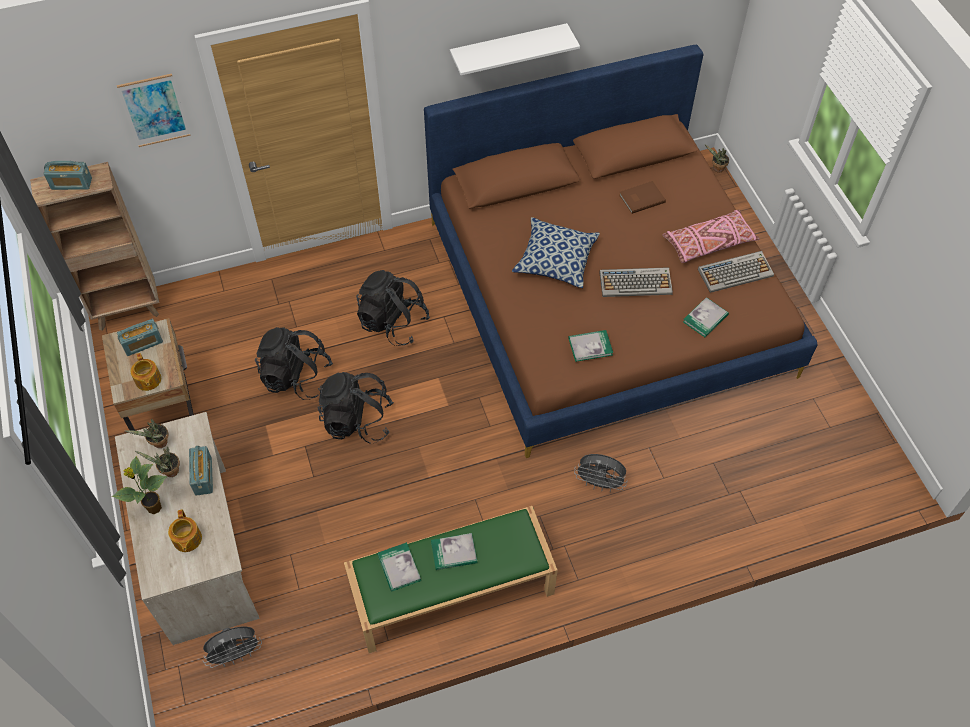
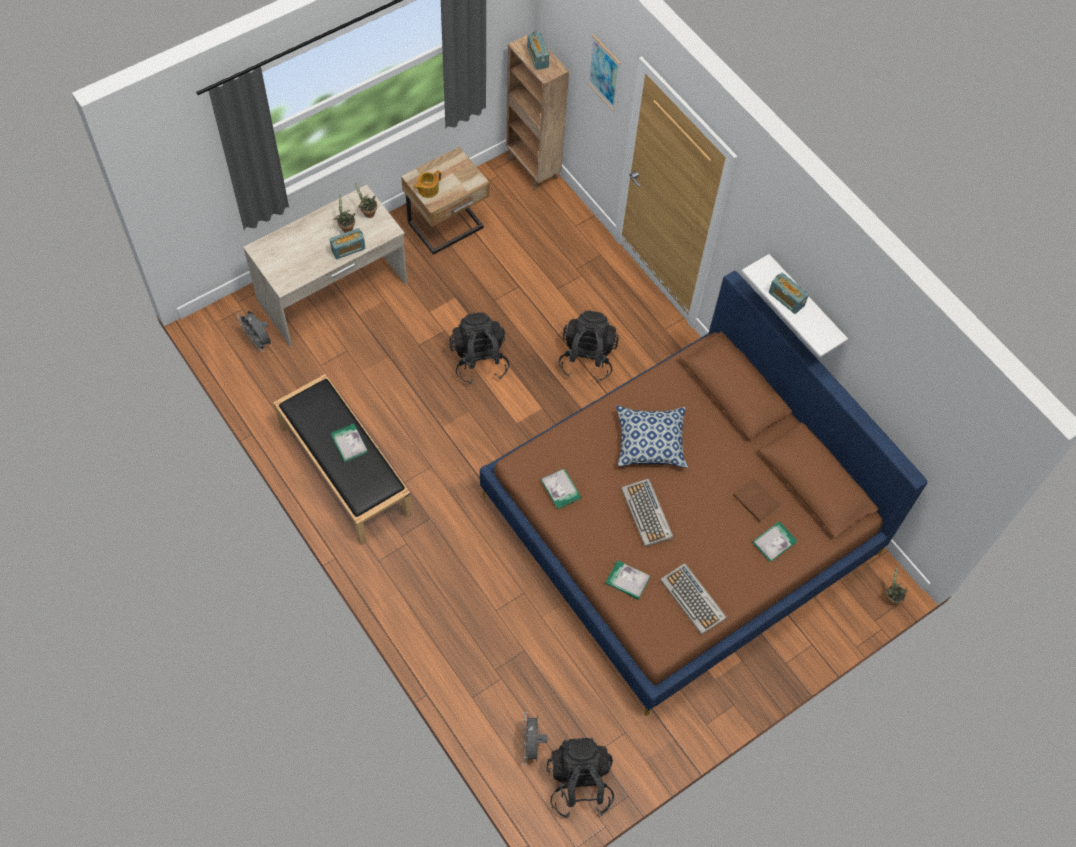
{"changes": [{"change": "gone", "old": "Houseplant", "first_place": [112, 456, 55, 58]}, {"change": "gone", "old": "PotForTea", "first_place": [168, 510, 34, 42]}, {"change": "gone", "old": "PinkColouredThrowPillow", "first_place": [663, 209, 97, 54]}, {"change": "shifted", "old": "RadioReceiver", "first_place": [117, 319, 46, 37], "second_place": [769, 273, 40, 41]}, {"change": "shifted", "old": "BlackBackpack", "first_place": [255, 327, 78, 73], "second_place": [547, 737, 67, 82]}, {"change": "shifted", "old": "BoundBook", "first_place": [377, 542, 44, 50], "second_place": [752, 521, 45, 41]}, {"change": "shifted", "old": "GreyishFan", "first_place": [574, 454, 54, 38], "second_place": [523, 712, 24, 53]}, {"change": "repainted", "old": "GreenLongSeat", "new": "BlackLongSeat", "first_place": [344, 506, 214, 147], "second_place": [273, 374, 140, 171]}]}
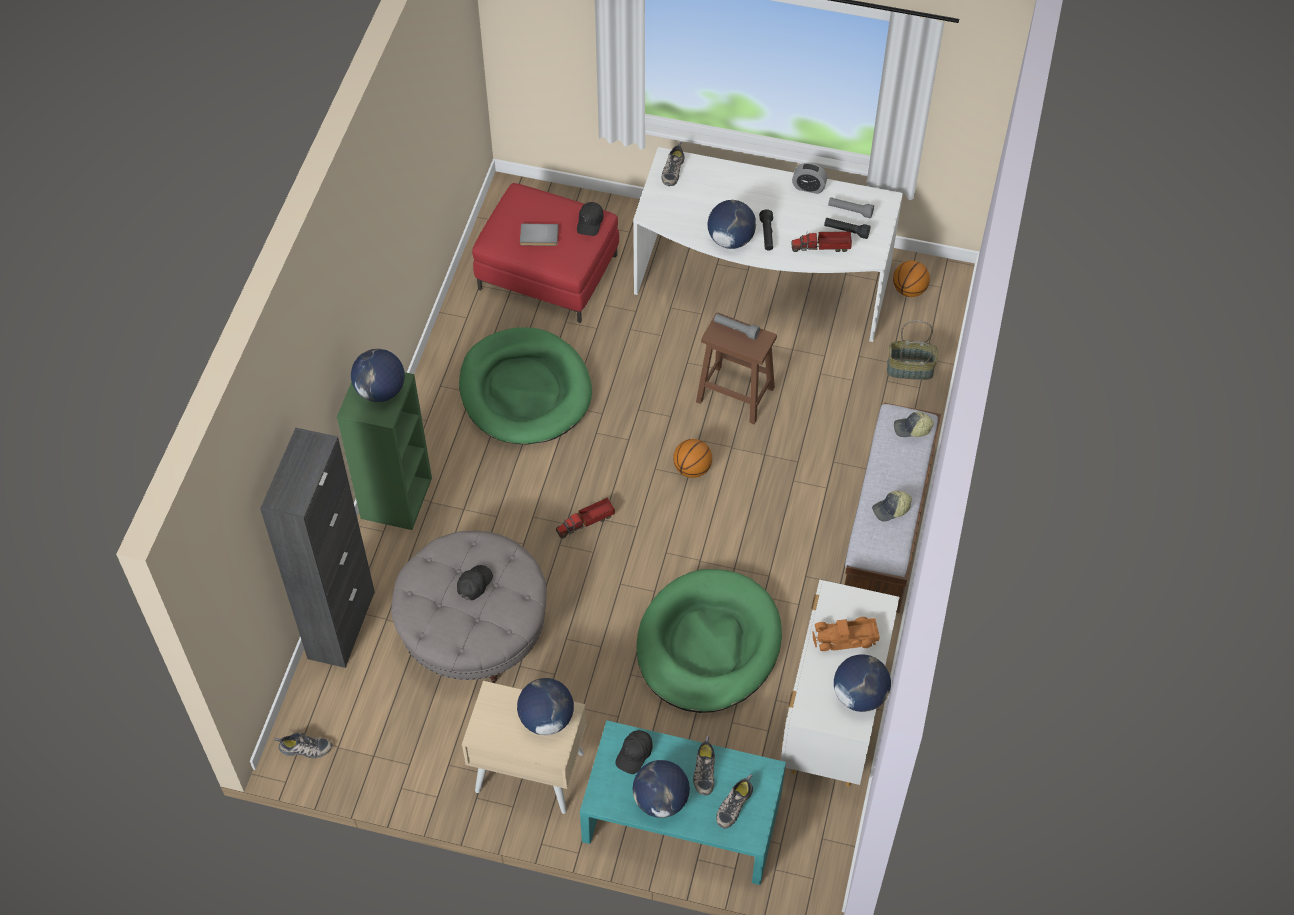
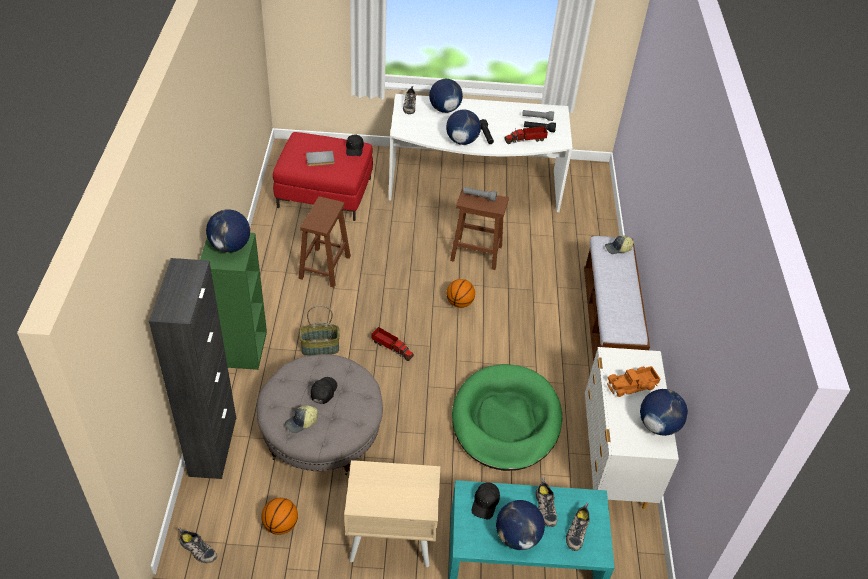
{"changes": [{"change": "gone", "old": "AlarmClock", "first_place": [792, 163, 35, 31]}, {"change": "shifted", "old": "Globe", "first_place": [517, 678, 57, 57], "second_place": [429, 79, 34, 34]}, {"change": "shifted", "old": "BaseballCap", "first_place": [872, 491, 40, 31], "second_place": [285, 405, 33, 28]}, {"change": "shifted", "old": "HouseholdBasket", "first_place": [887, 320, 51, 60], "second_place": [299, 306, 41, 50]}, {"change": "shifted", "old": "Basketball", "first_place": [893, 260, 37, 37], "second_place": [261, 498, 37, 37]}, {"change": "swapped", "old": "GreenDogCushion", "new": "BrownColouredSittingStool", "first_place": [459, 327, 133, 117], "second_place": [299, 196, 52, 92]}, {"change": "rotated", "old": "LowShoe", "first_place": [275, 733, 57, 25], "second_place": [178, 528, 39, 35], "degrees": 45}, {"change": "rotated", "old": "ModelTruck", "first_place": [556, 497, 59, 41], "second_place": [371, 327, 43, 34], "degrees": -105}]}
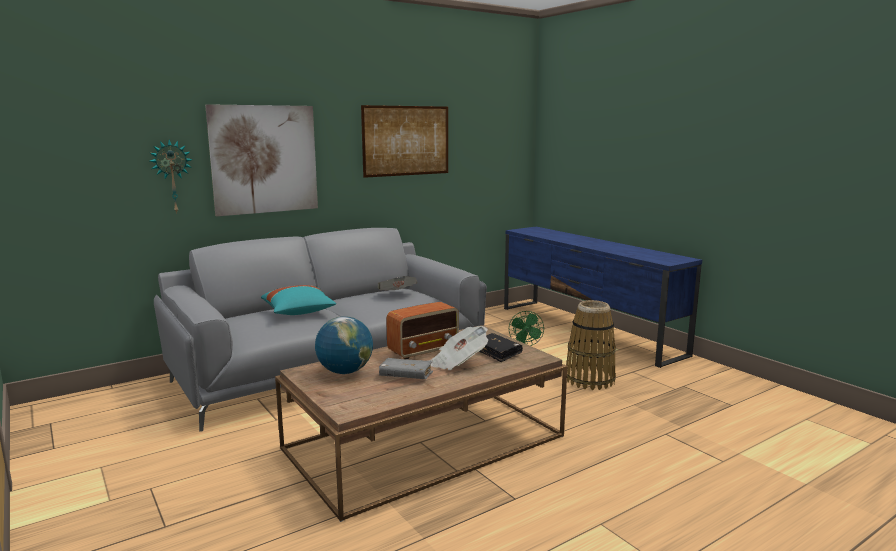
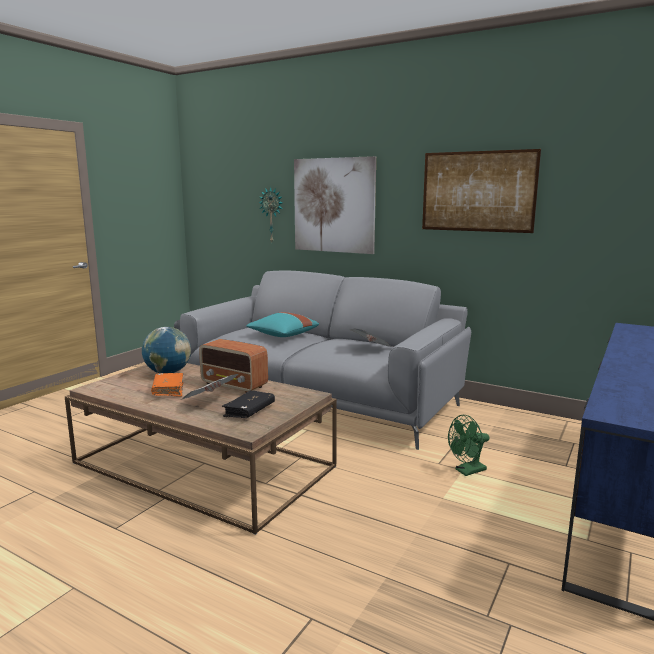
{"changes": [{"change": "gone", "old": "HouseholdBasket", "first_place": [566, 300, 50, 90]}, {"change": "repainted", "old": "GreyishBoundBook", "new": "OrangeyBoundBook", "first_place": [379, 358, 54, 21], "second_place": [151, 373, 32, 23]}]}
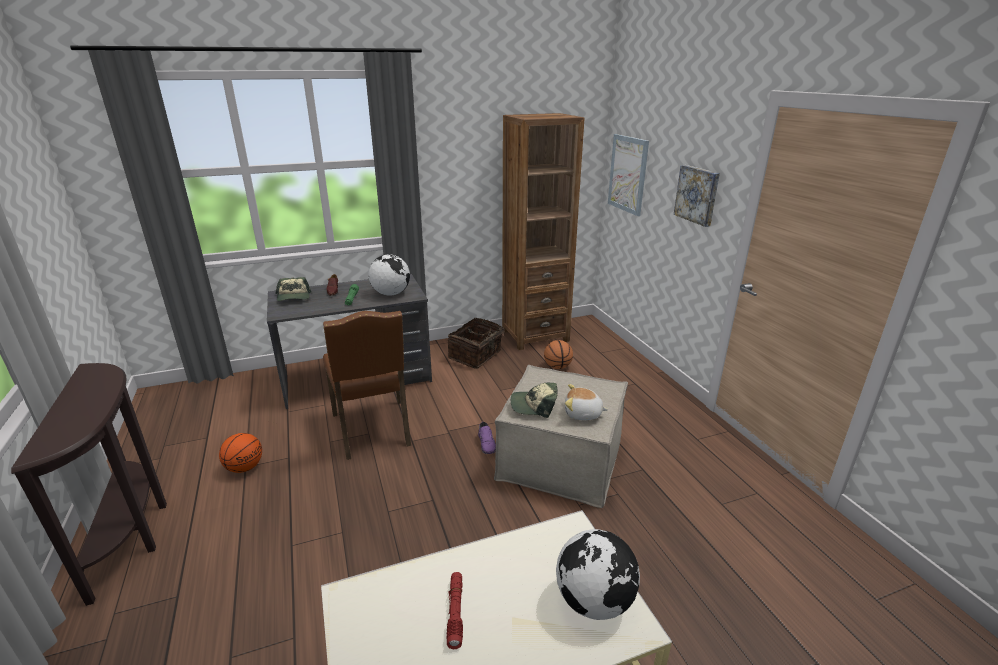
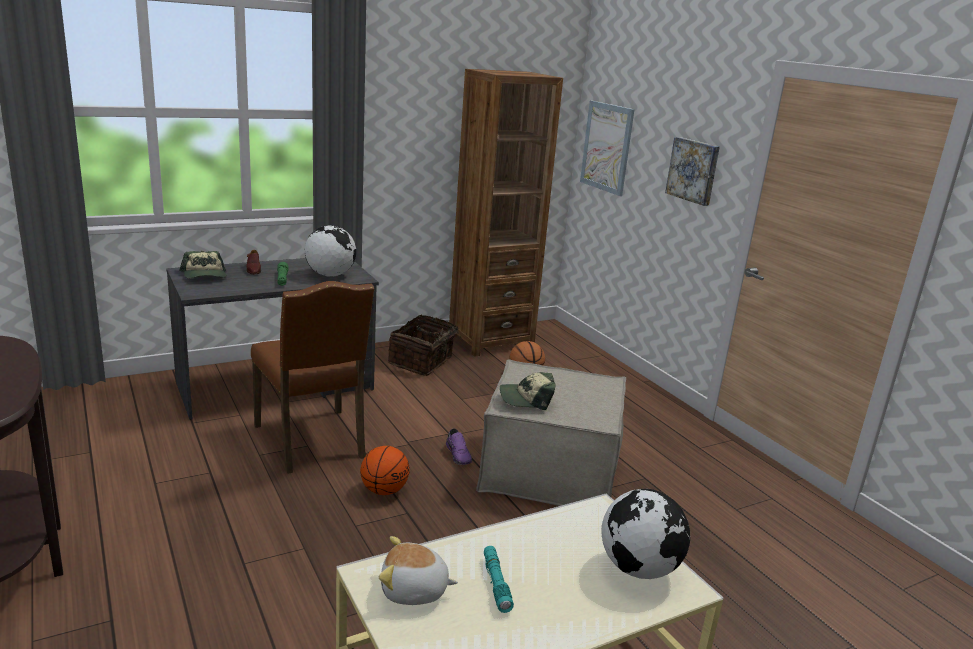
{"changes": [{"change": "shifted", "old": "Basketball", "first_place": [219, 433, 43, 40], "second_place": [360, 446, 50, 49]}, {"change": "shifted", "old": "SoftToy", "first_place": [565, 384, 44, 36], "second_place": [379, 536, 79, 69]}, {"change": "repainted", "old": "RedTorch", "new": "TurquoiseTorch", "first_place": [446, 572, 17, 77], "second_place": [484, 546, 30, 67]}]}
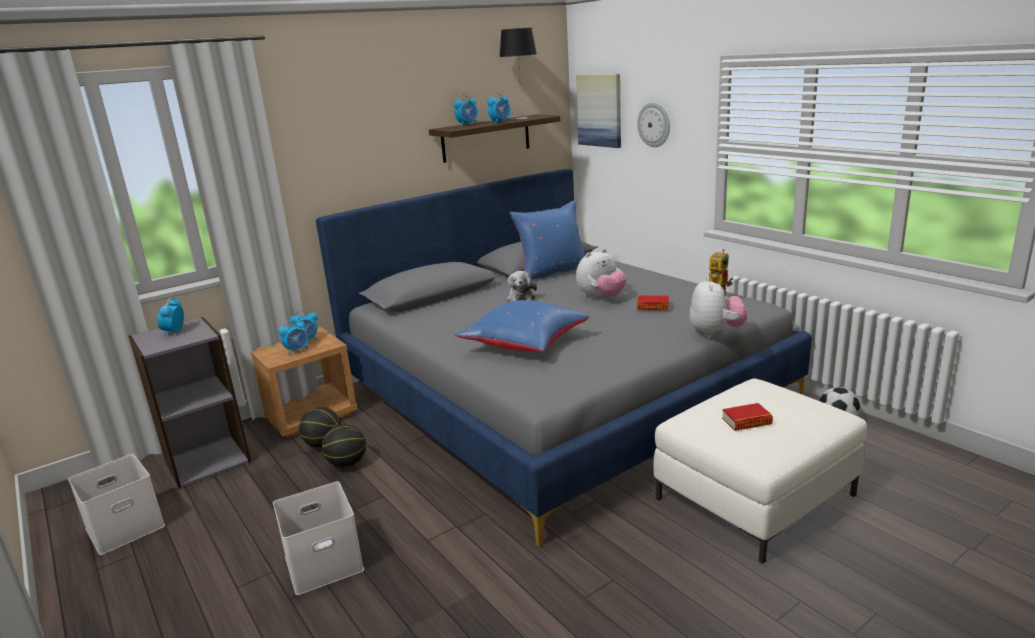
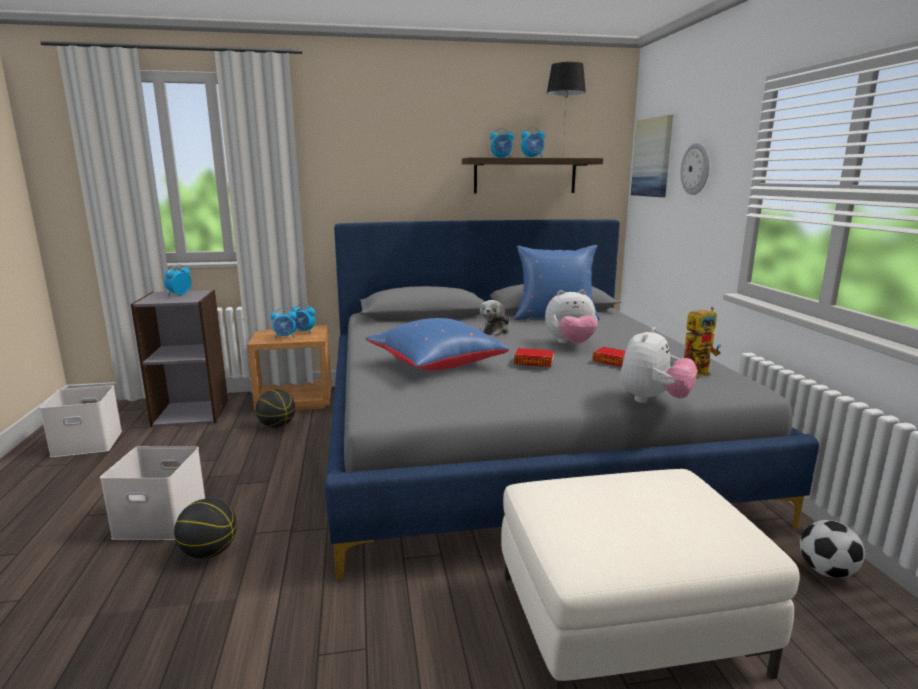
{"changes": [{"change": "shifted", "old": "Basketball", "first_place": [322, 424, 44, 44], "second_place": [174, 498, 63, 61]}, {"change": "shifted", "old": "BoundBook", "first_place": [722, 403, 51, 28], "second_place": [514, 348, 40, 19]}]}
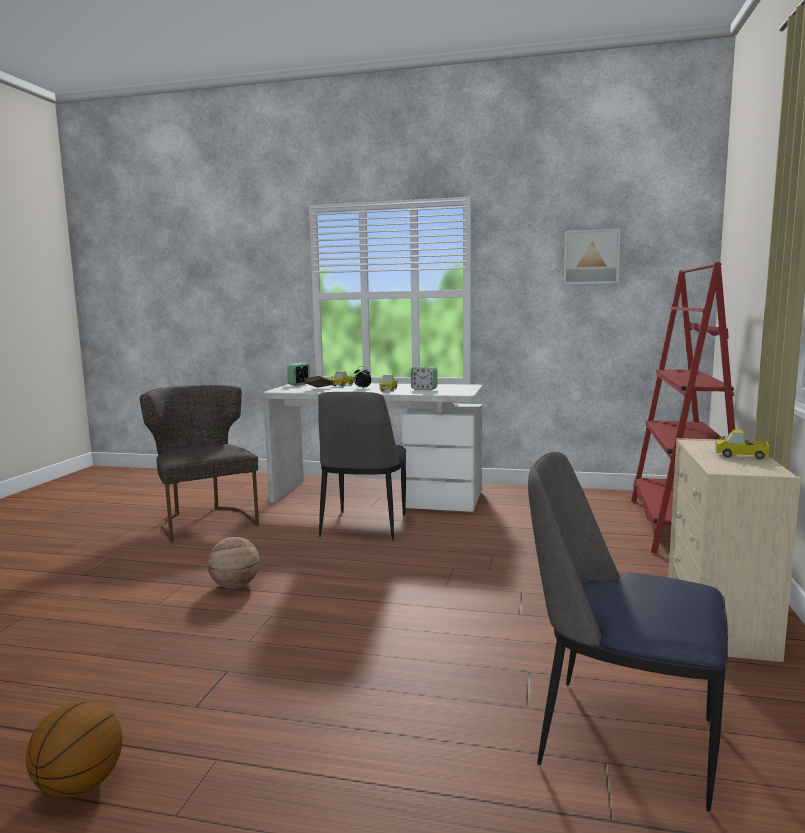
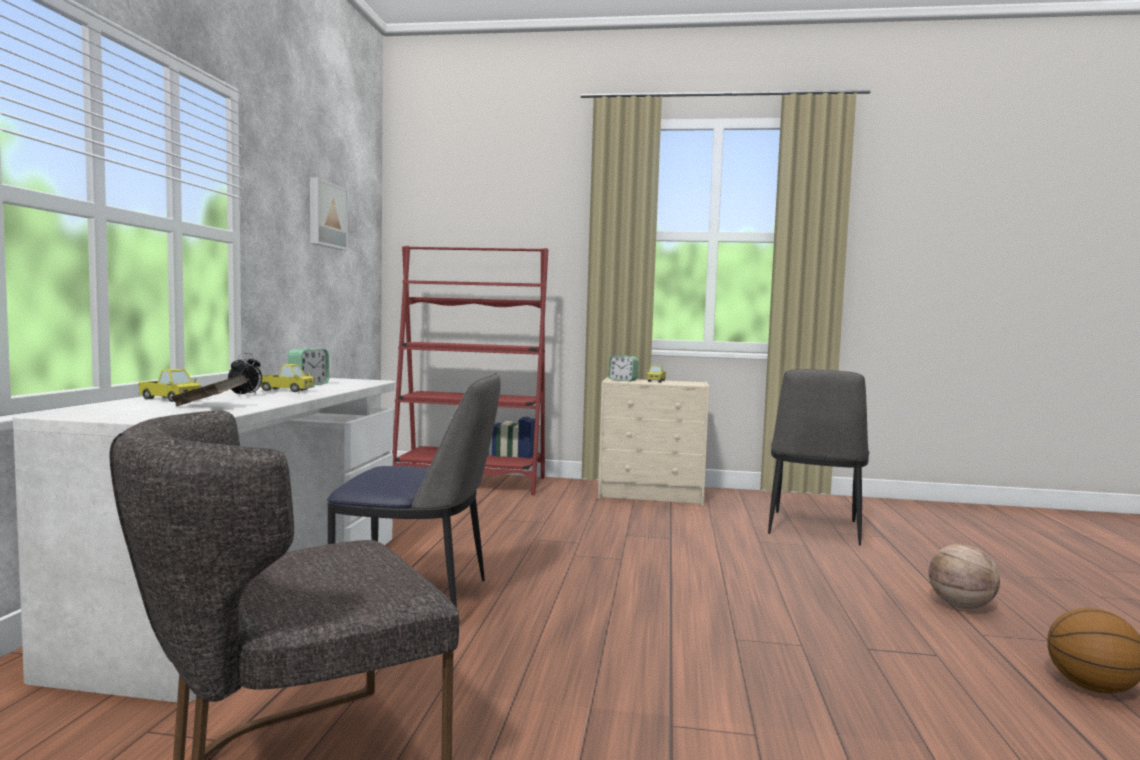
{"changes": [{"change": "shifted", "old": "Basketball", "first_place": [207, 537, 53, 52], "second_place": [929, 544, 71, 65]}, {"change": "shifted", "old": "AlarmClock", "first_place": [287, 363, 23, 23], "second_place": [609, 355, 29, 26]}]}
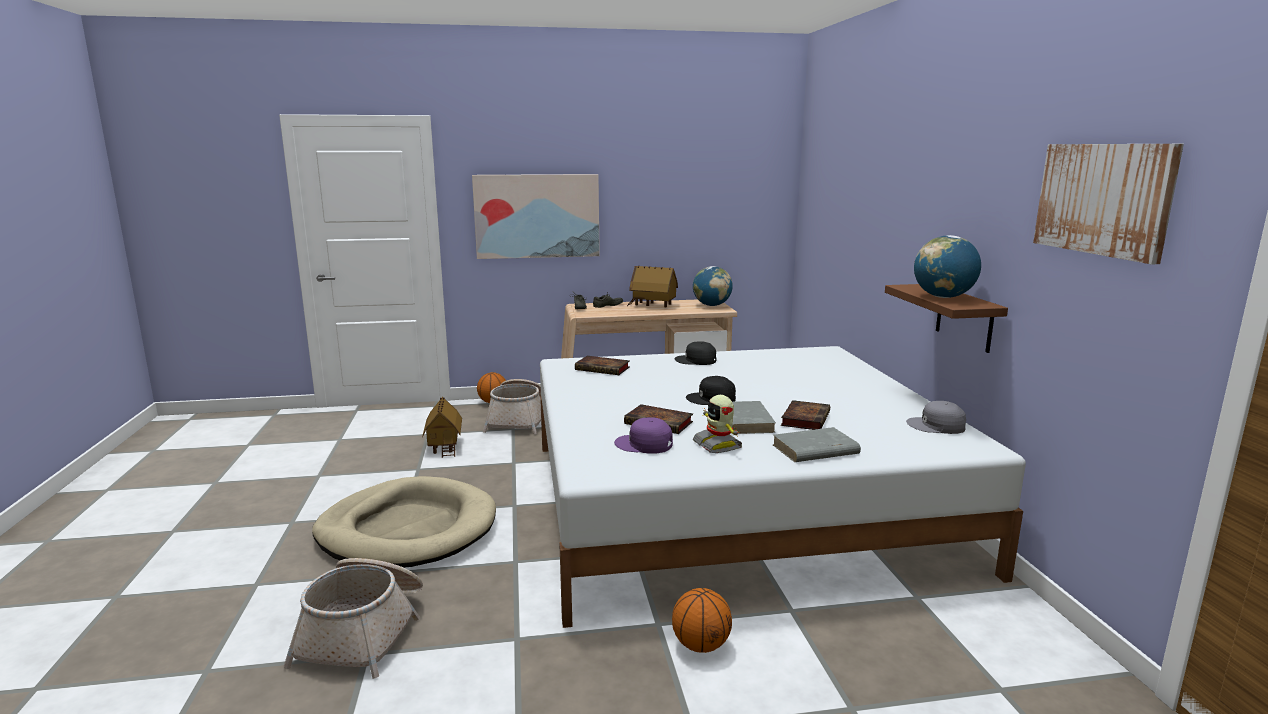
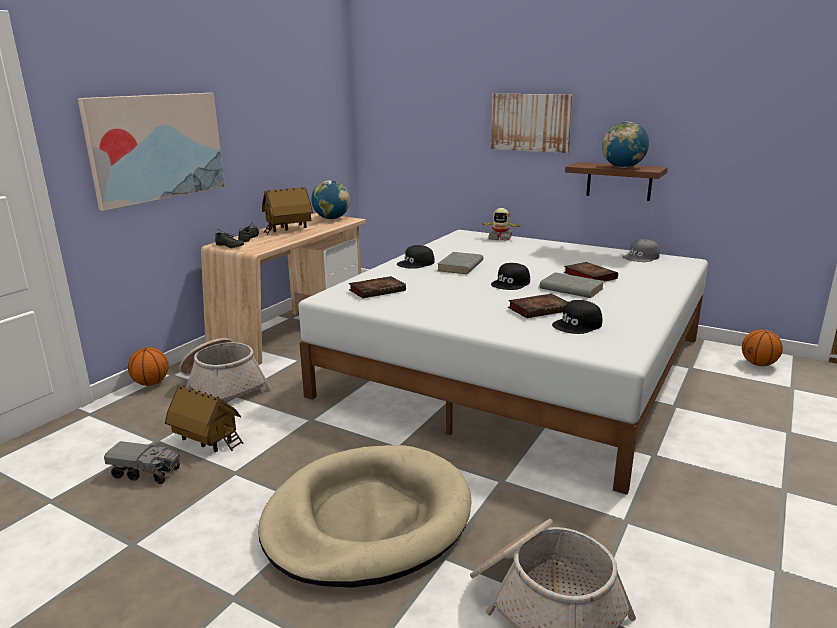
{"changes": [{"change": "new", "new": "ModelTruck", "second_place": [104, 441, 76, 43]}, {"change": "shifted", "old": "Basketball", "first_place": [672, 588, 60, 65], "second_place": [742, 329, 41, 37]}, {"change": "shifted", "old": "RobotFigure", "first_place": [693, 395, 50, 58], "second_place": [481, 208, 40, 33]}, {"change": "shifted", "old": "GreyishBoundBook", "first_place": [773, 427, 88, 35], "second_place": [437, 252, 47, 22]}, {"change": "shifted", "old": "Picture", "first_place": [1033, 144, 151, 120], "second_place": [491, 94, 82, 59]}, {"change": "repainted", "old": "PurpleColouredBaseballCap", "new": "BlackBaseballCap", "first_place": [614, 417, 59, 37], "second_place": [552, 300, 50, 34]}]}
